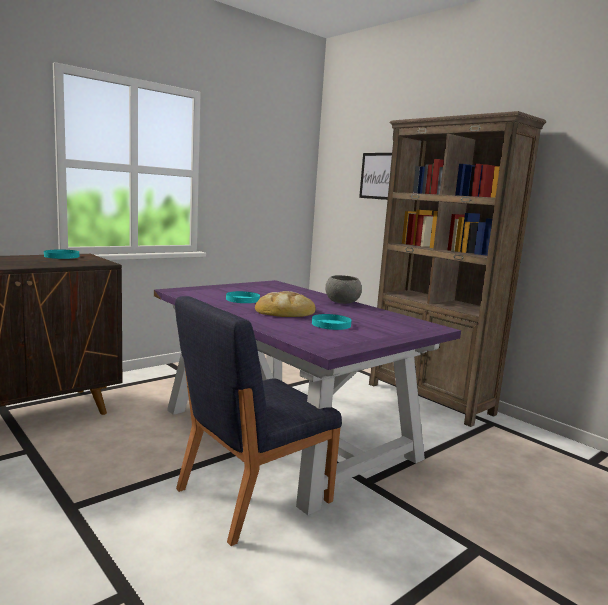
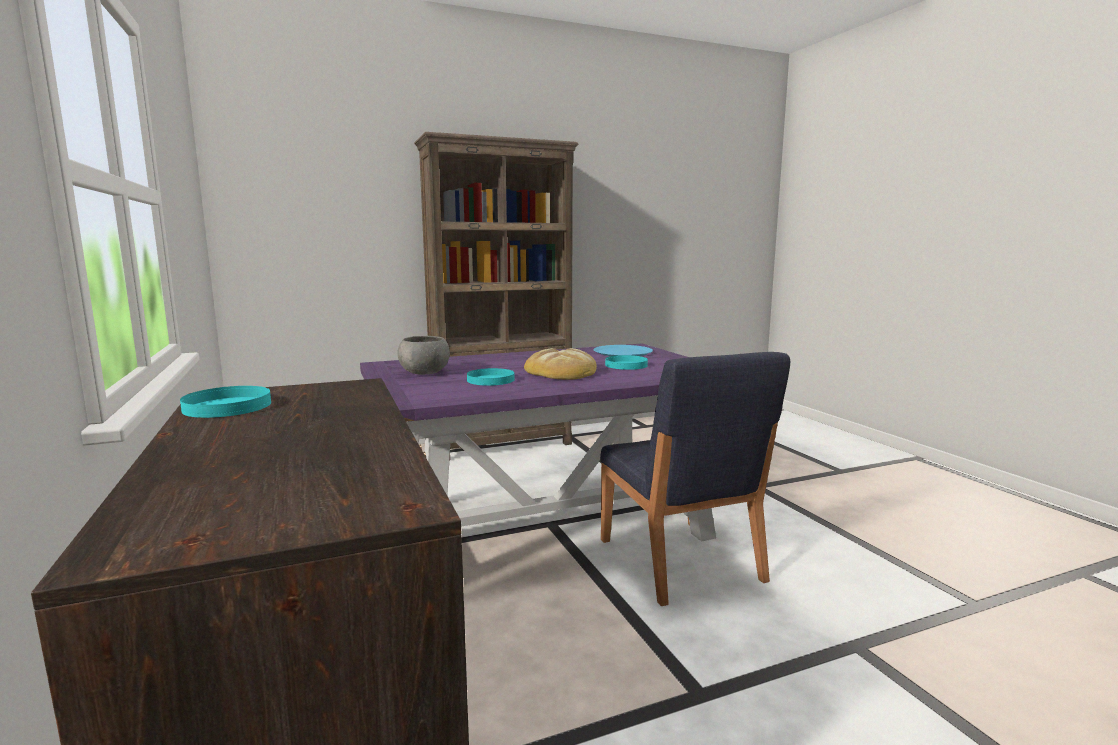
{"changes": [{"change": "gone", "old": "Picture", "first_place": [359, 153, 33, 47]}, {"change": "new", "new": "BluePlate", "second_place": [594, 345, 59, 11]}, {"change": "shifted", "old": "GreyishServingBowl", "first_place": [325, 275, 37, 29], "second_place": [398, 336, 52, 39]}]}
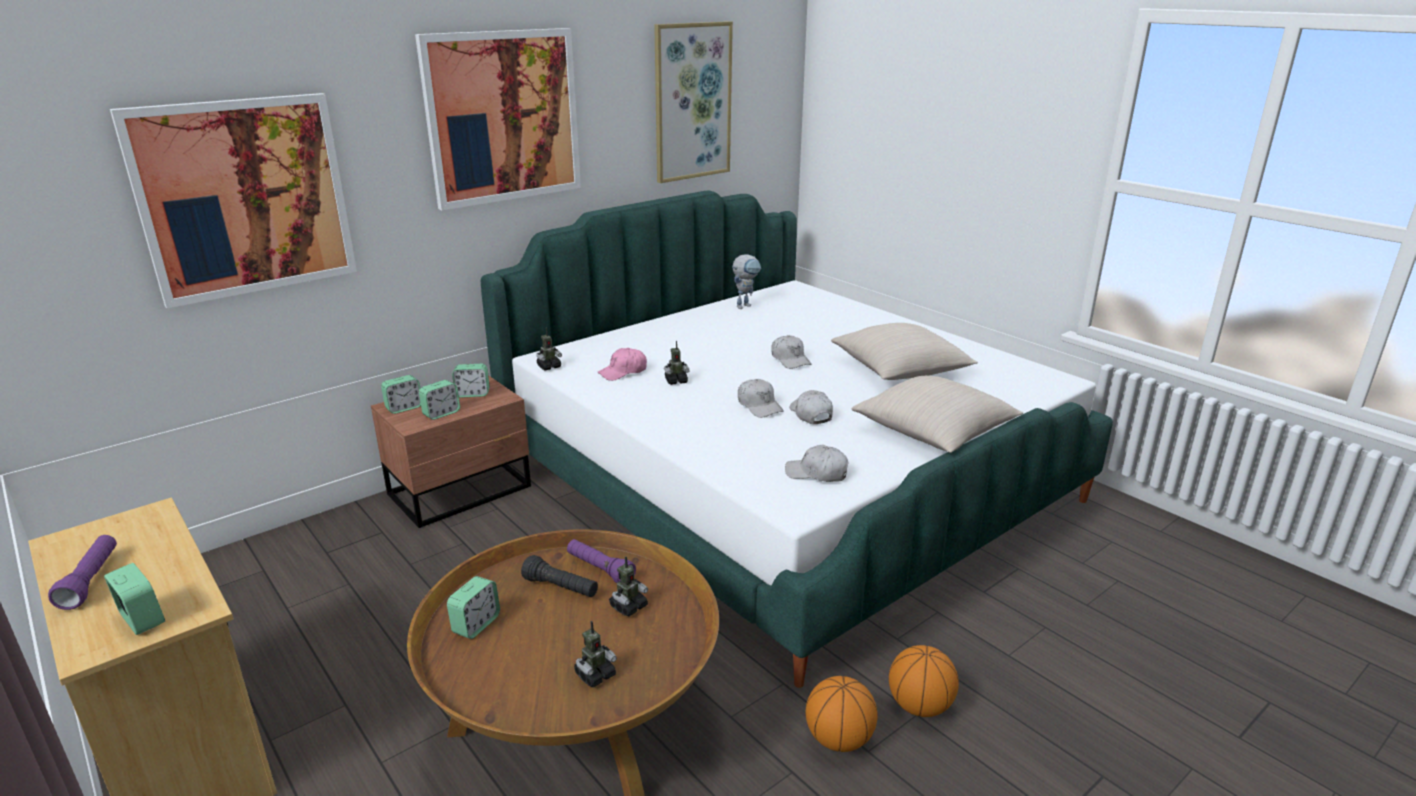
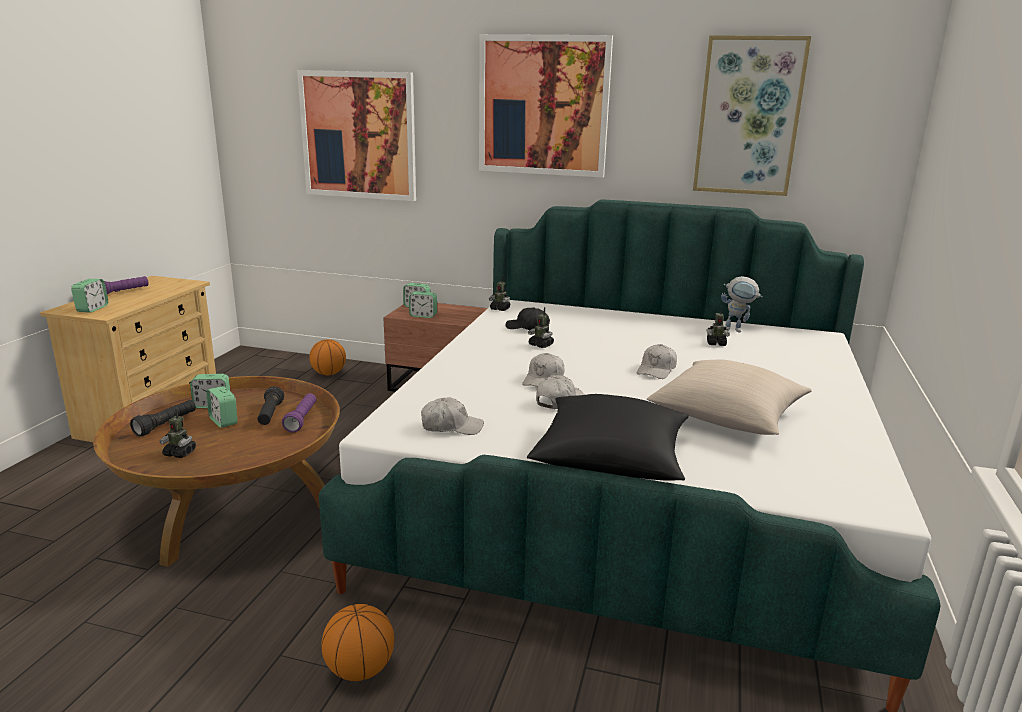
{"changes": [{"change": "new", "new": "BlackTorch", "second_place": [130, 400, 66, 36]}, {"change": "shifted", "old": "AlarmClock", "first_place": [452, 364, 38, 34], "second_place": [206, 386, 31, 42]}, {"change": "shifted", "old": "RobotFigure", "first_place": [609, 556, 39, 61], "second_place": [706, 306, 24, 40]}, {"change": "shifted", "old": "Basketball", "first_place": [806, 676, 72, 76], "second_place": [309, 339, 37, 36]}, {"change": "repainted", "old": "PinkColouredBaseballCap", "new": "BlackBaseballCap", "first_place": [598, 348, 49, 33], "second_place": [506, 307, 44, 23]}, {"change": "repainted", "old": "BeigeThrowPillow", "new": "BlackThrowPillow", "first_place": [851, 375, 172, 78], "second_place": [527, 394, 162, 87]}, {"change": "rotated", "old": "WhitishBaseballCap", "first_place": [785, 445, 64, 37], "second_place": [421, 397, 63, 38], "degrees": 105}]}
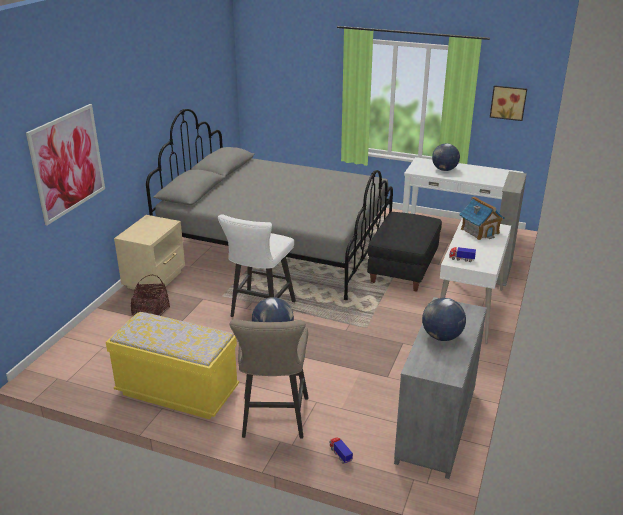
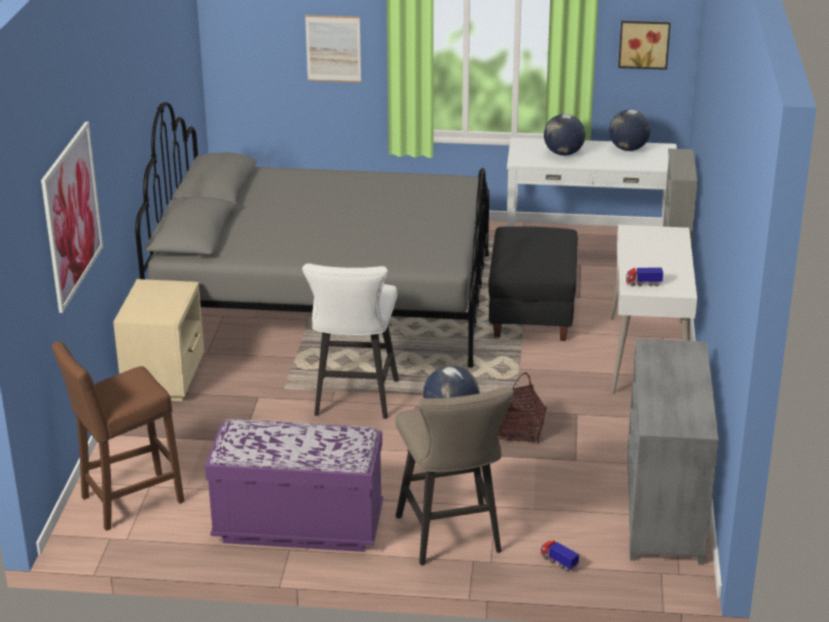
{"changes": [{"change": "gone", "old": "MiniatureHouse", "first_place": [459, 196, 46, 44]}, {"change": "new", "new": "BrownColouredSittingStool", "second_place": [52, 341, 133, 190]}, {"change": "new", "new": "Picture", "second_place": [305, 15, 56, 67]}, {"change": "shifted", "old": "HouseholdBasket", "first_place": [131, 275, 39, 41], "second_place": [499, 373, 48, 71]}, {"change": "shifted", "old": "Globe", "first_place": [422, 298, 44, 43], "second_place": [609, 109, 42, 42]}, {"change": "repainted", "old": "YellowLongSeat", "new": "PurpleColouredLongSeat", "first_place": [106, 312, 133, 107], "second_place": [205, 419, 178, 133]}]}
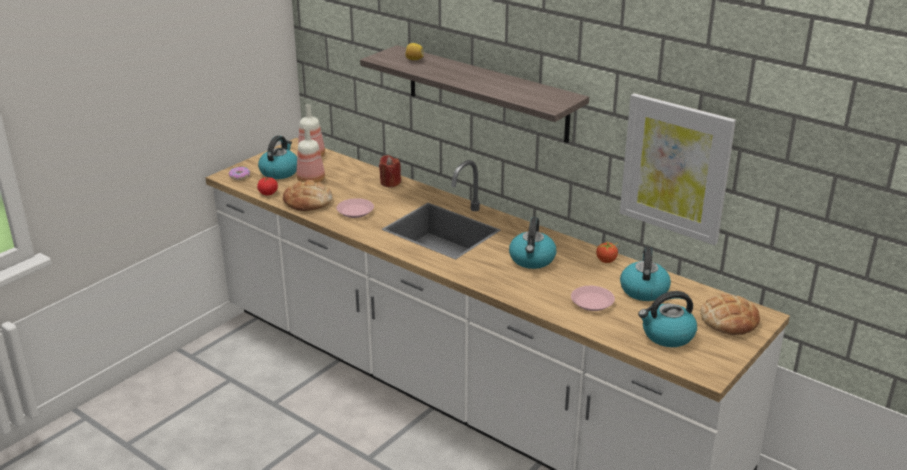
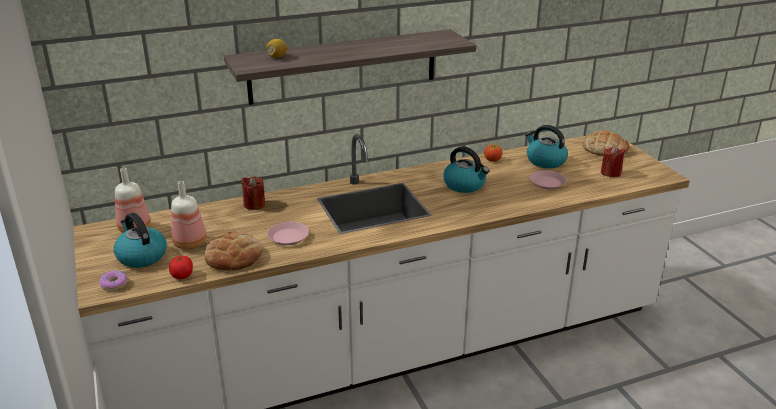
{"changes": [{"change": "gone", "old": "Picture", "first_place": [620, 93, 116, 152]}, {"change": "swapped", "old": "Kettle", "new": "RedWaxCandle", "first_place": [638, 291, 59, 56], "second_place": [601, 146, 24, 31]}]}
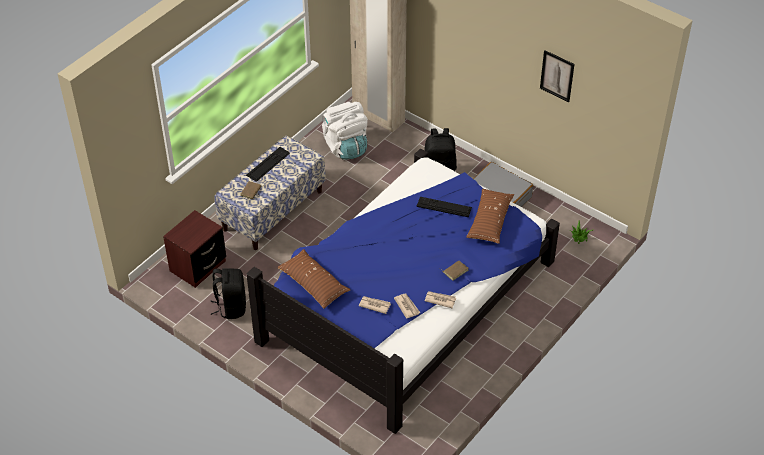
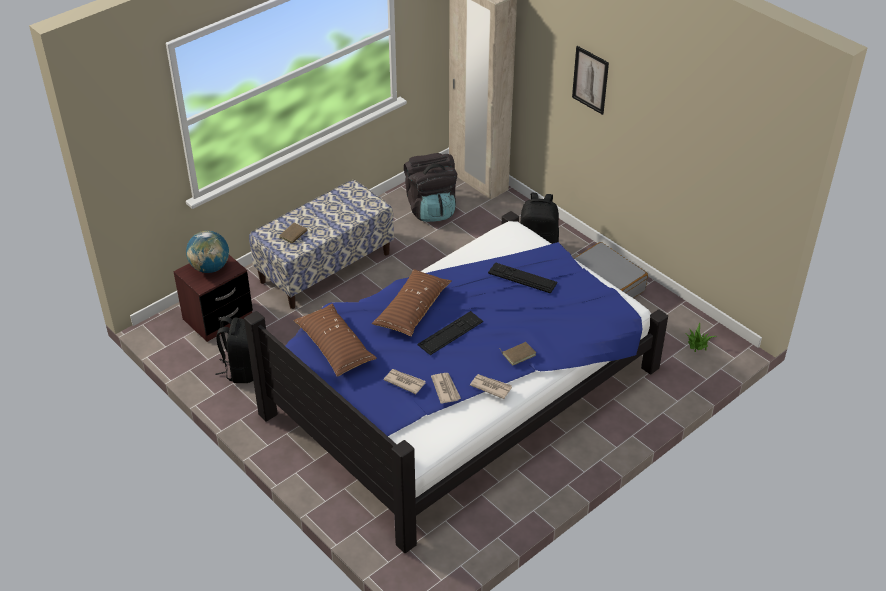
{"changes": [{"change": "new", "new": "Globe", "second_place": [186, 231, 43, 42]}, {"change": "shifted", "old": "Keyboard", "first_place": [246, 147, 44, 35], "second_place": [418, 311, 65, 44]}, {"change": "shifted", "old": "BrownColouredThrowPillow", "first_place": [466, 189, 48, 55], "second_place": [372, 269, 80, 68]}, {"change": "shifted", "old": "Picture", "first_place": [540, 50, 34, 52], "second_place": [572, 46, 37, 69]}, {"change": "repainted", "old": "WhitishBackpack", "new": "BlackBackpack", "first_place": [322, 102, 46, 58], "second_place": [404, 153, 53, 69]}]}
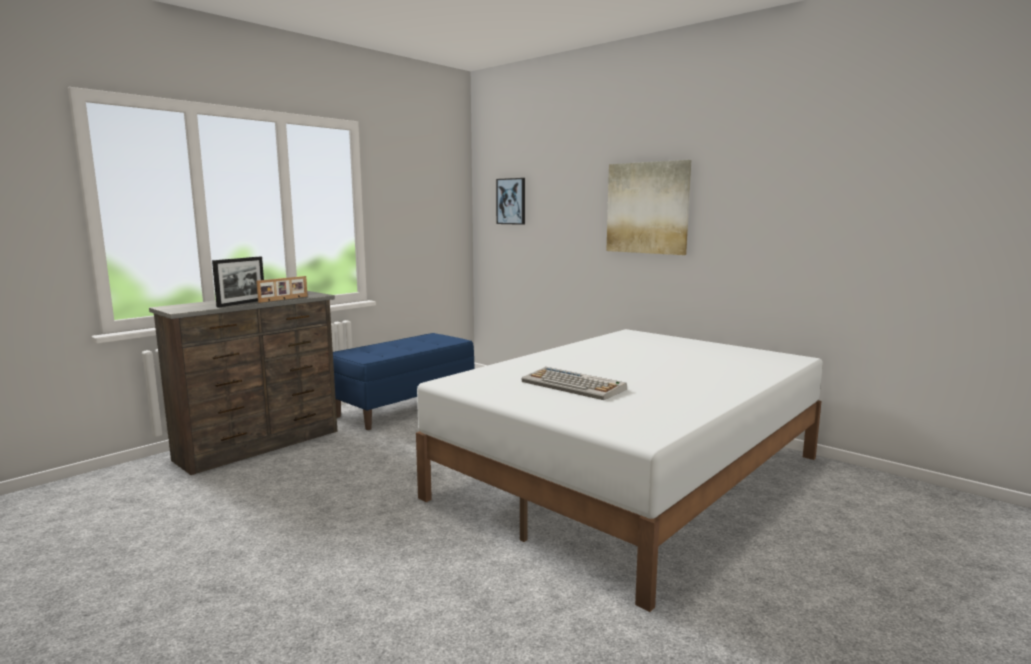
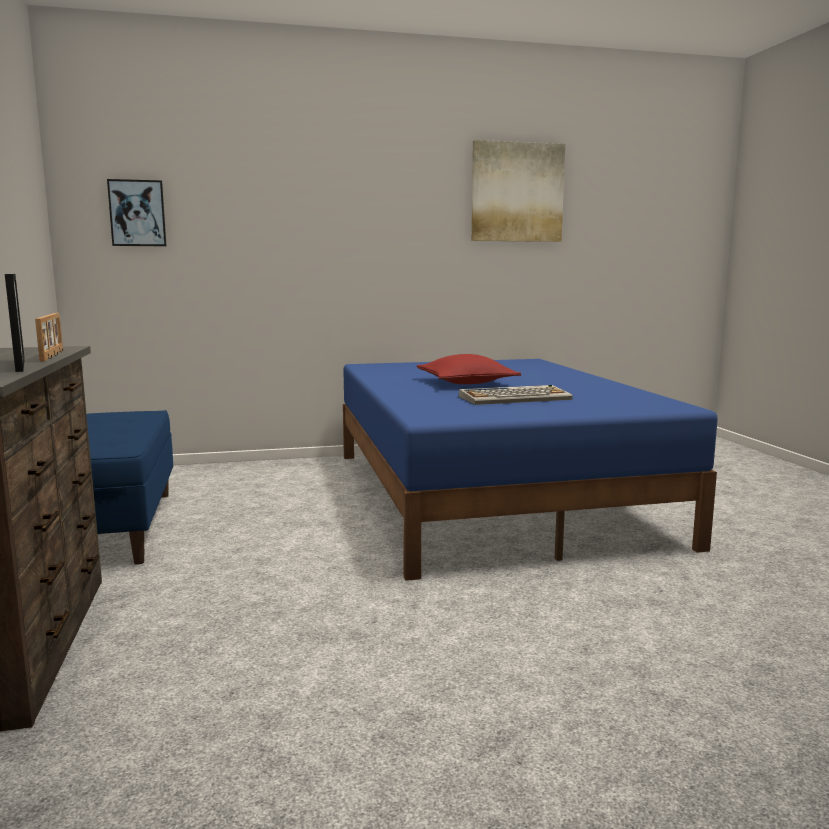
{"changes": [{"change": "new", "new": "RedThrowPillow", "second_place": [417, 354, 104, 30]}, {"change": "shifted", "old": "Picture", "first_place": [606, 160, 85, 95], "second_place": [471, 140, 94, 102]}, {"change": "repainted", "old": "WhitishBed", "new": "BlueBed", "first_place": [416, 329, 407, 283], "second_place": [343, 359, 375, 222]}]}
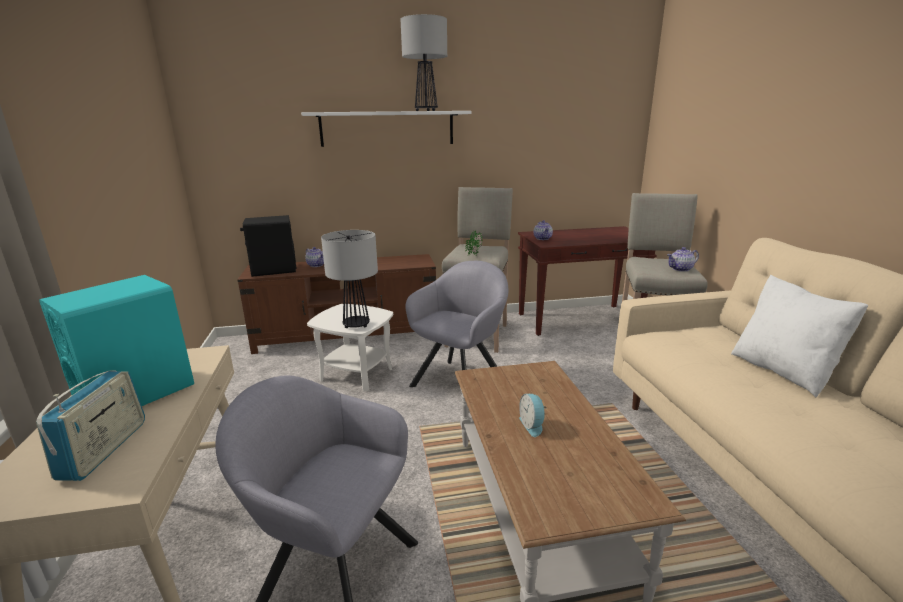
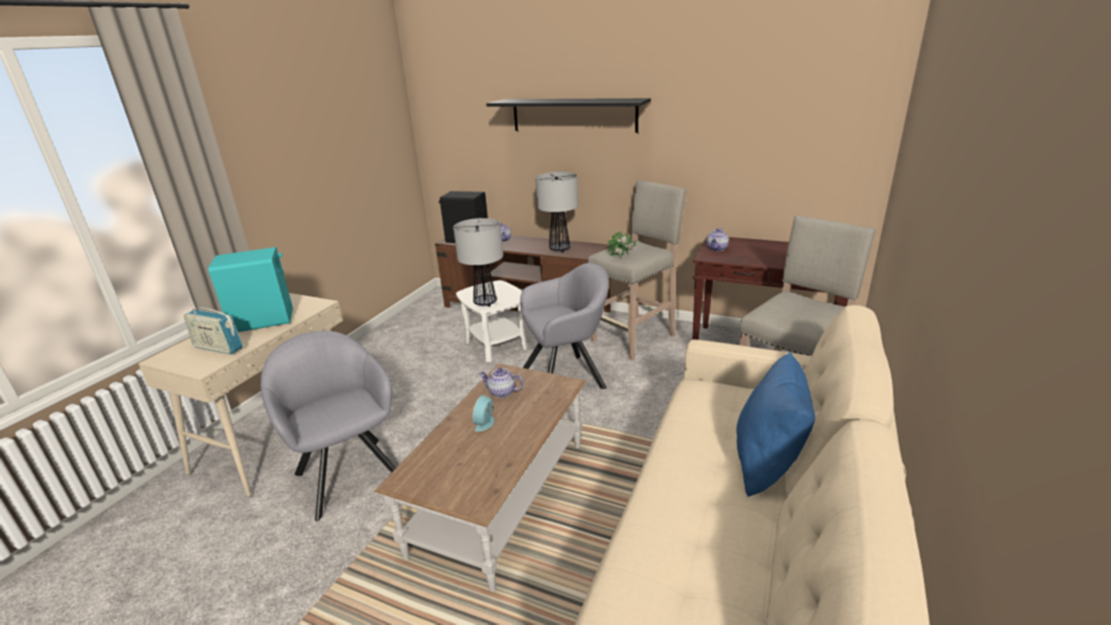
{"changes": [{"change": "shifted", "old": "TabletopLamp", "first_place": [400, 14, 47, 97], "second_place": [535, 172, 43, 81]}, {"change": "shifted", "old": "PotForTea", "first_place": [667, 247, 32, 25], "second_place": [479, 368, 45, 30]}, {"change": "repainted", "old": "WhitishShelf", "new": "BlackShelf", "first_place": [301, 111, 171, 36], "second_place": [486, 98, 165, 35]}, {"change": "repainted", "old": "WhitishThrowPillow", "new": "BlueThrowPillow", "first_place": [731, 275, 137, 123], "second_place": [737, 352, 78, 145]}, {"change": "rotated", "old": "RadioReceiver", "first_place": [36, 370, 109, 111], "second_place": [183, 304, 60, 50], "degrees": 75}]}
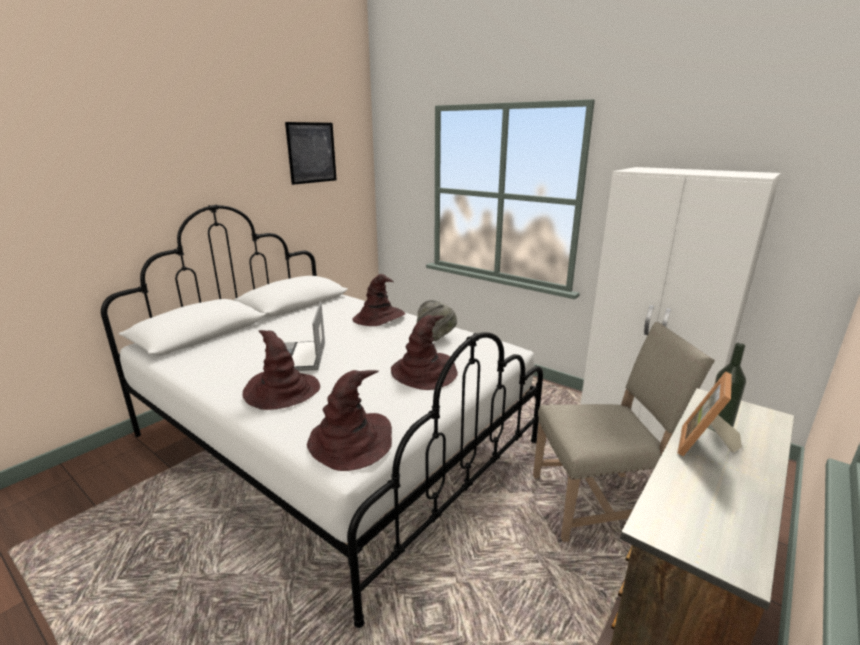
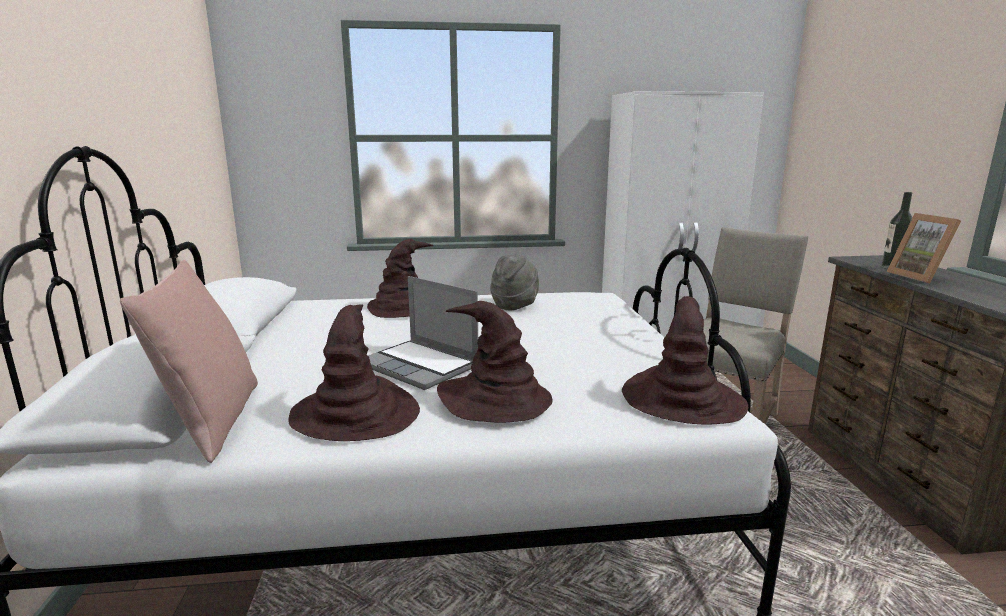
{"changes": [{"change": "gone", "old": "Picture", "first_place": [285, 122, 52, 63]}, {"change": "new", "new": "PinkColouredThrowPillow", "second_place": [120, 260, 138, 203]}, {"change": "shifted", "old": "BrownColouredWearableHat", "first_place": [391, 315, 67, 75], "second_place": [288, 305, 132, 136]}]}
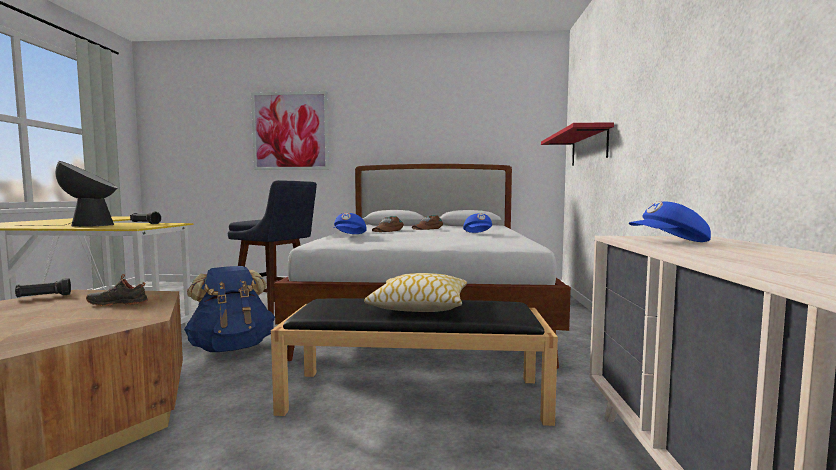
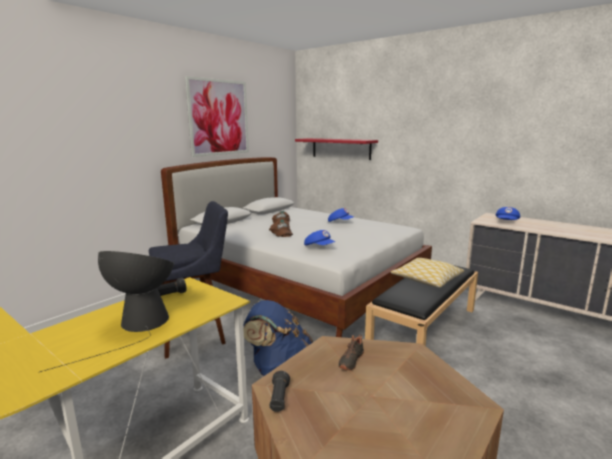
{"changes": [{"change": "shifted", "old": "Picture", "first_place": [251, 91, 78, 79], "second_place": [185, 76, 64, 81]}]}
